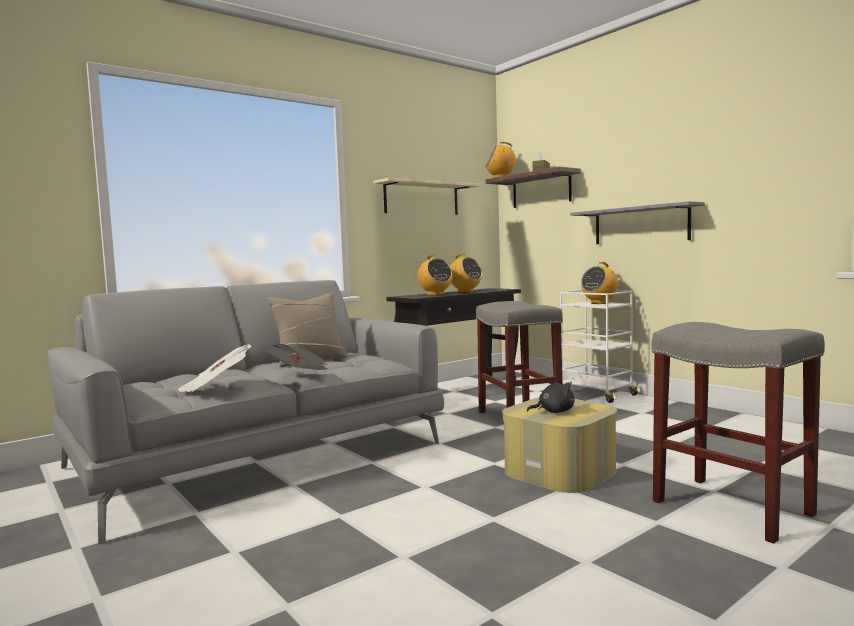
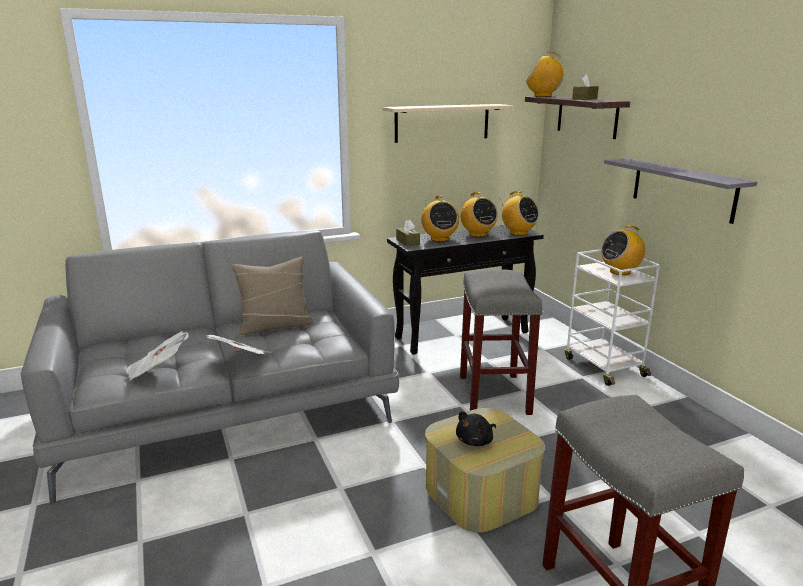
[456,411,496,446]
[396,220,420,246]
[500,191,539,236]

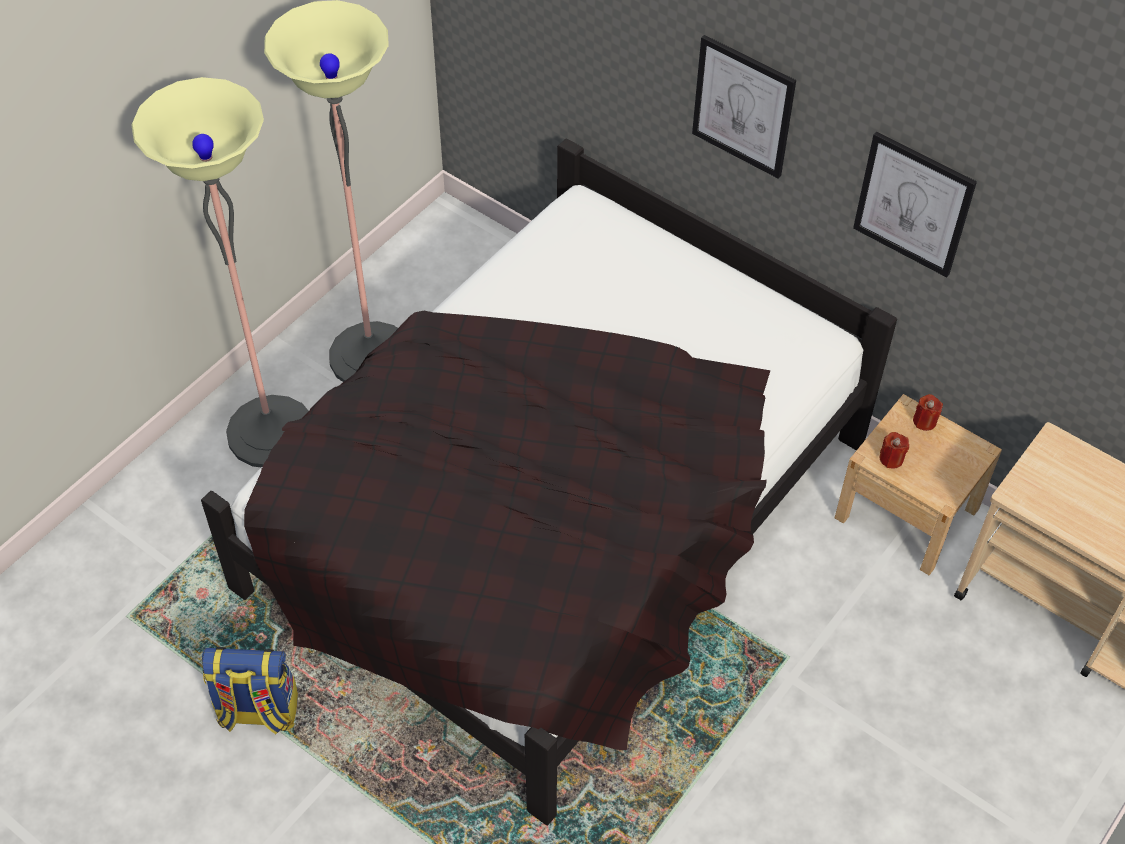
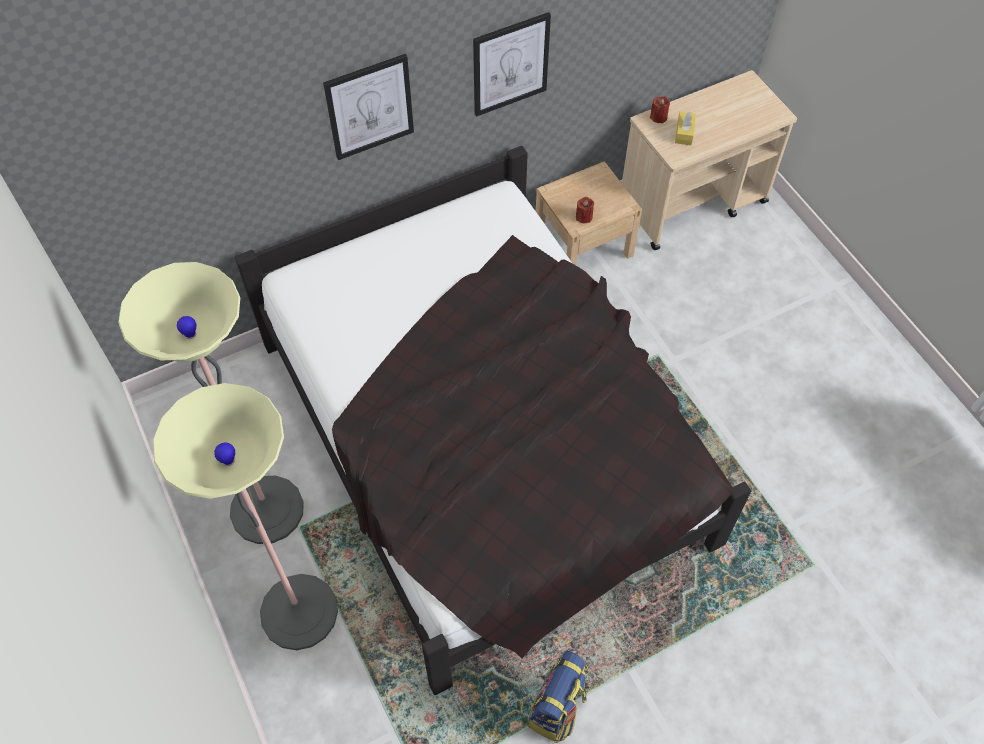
[650,96,670,123]
[675,111,696,145]

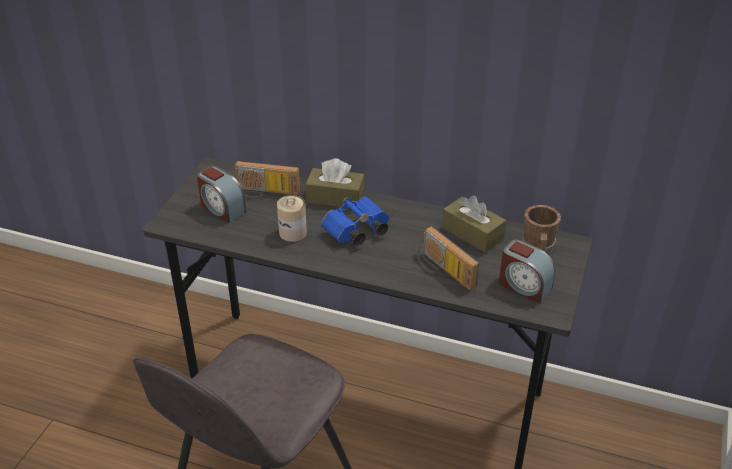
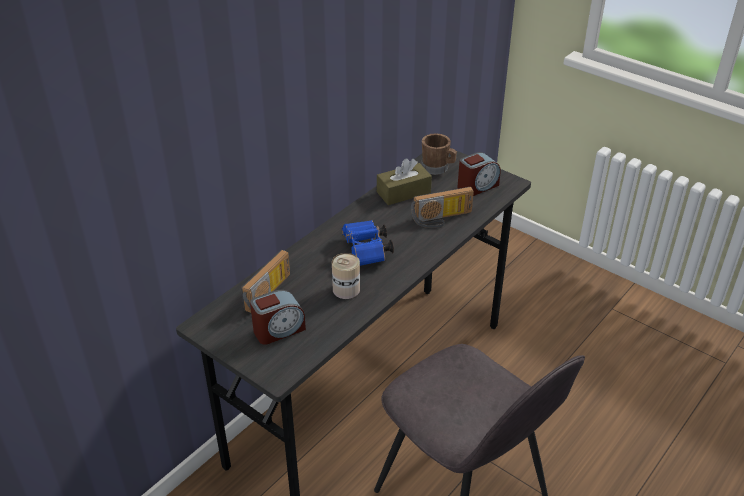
[306,158,365,208] (first image)

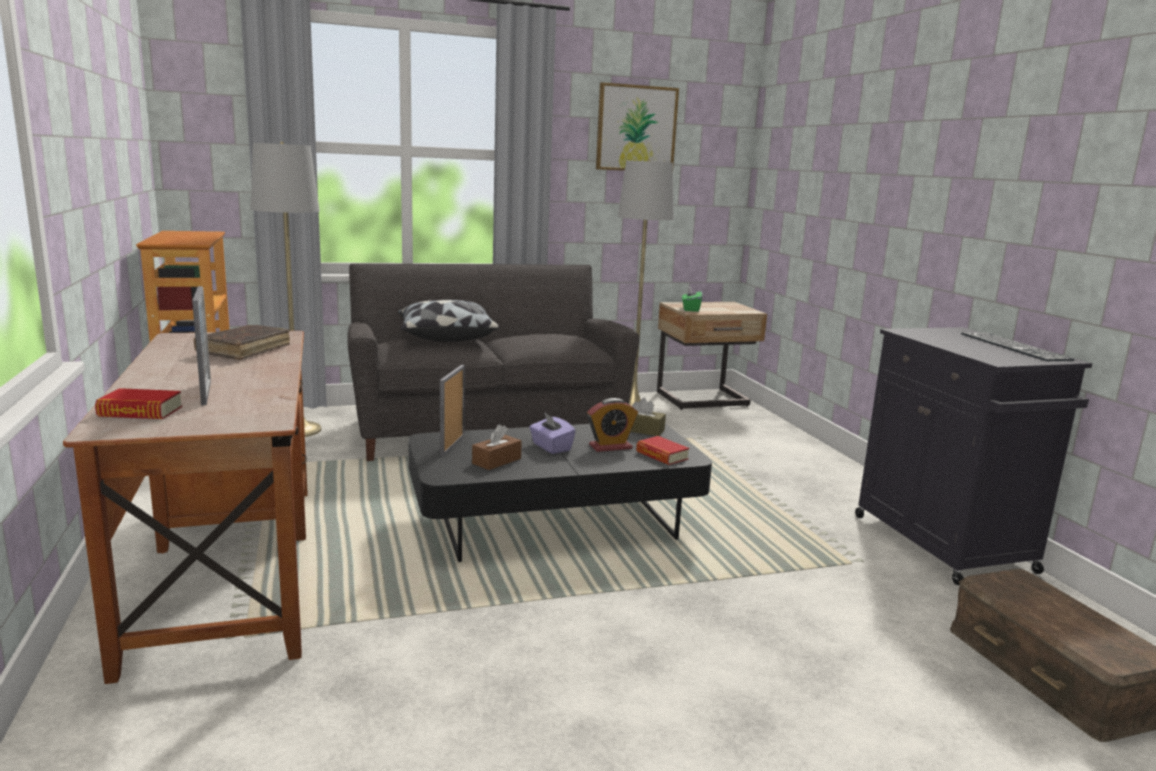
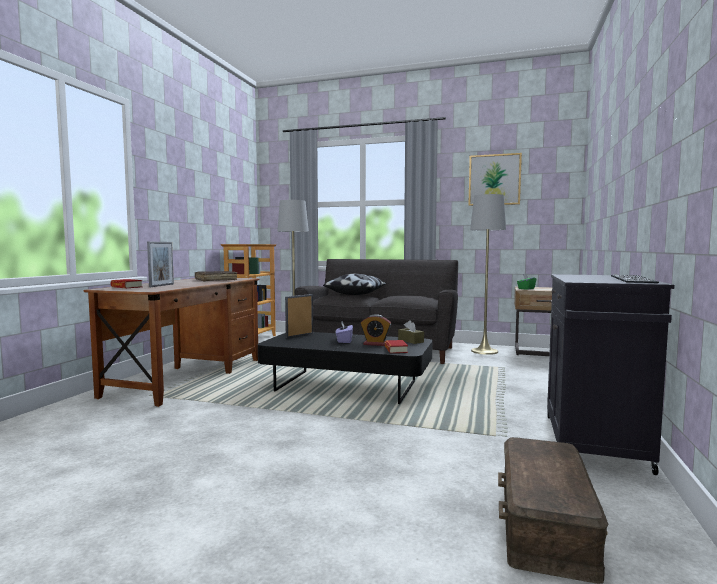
[472,424,522,470] (first image)

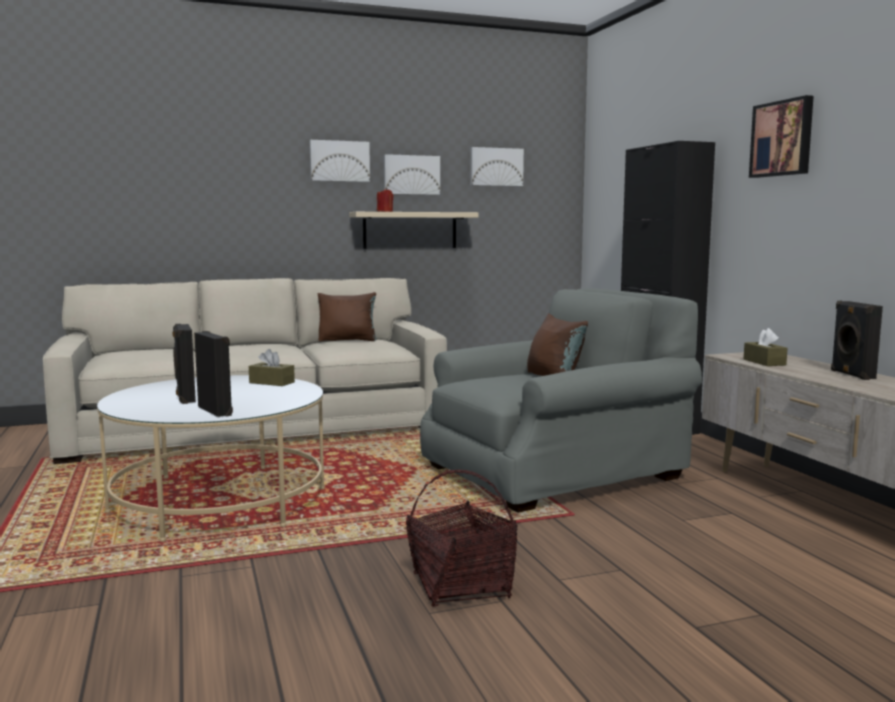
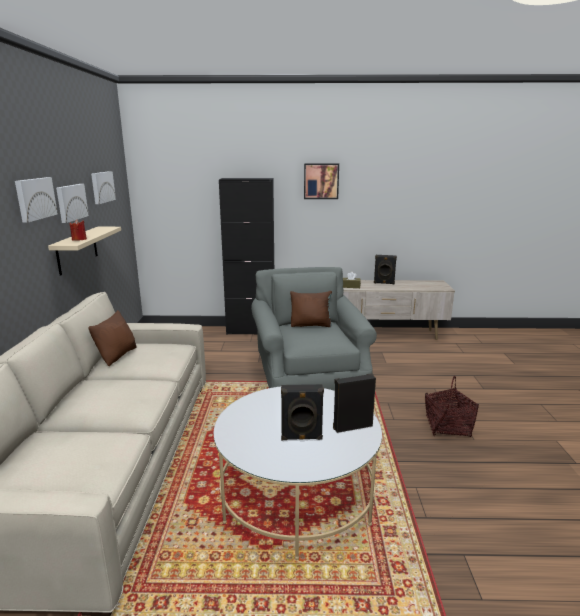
[249,349,295,386] (first image)

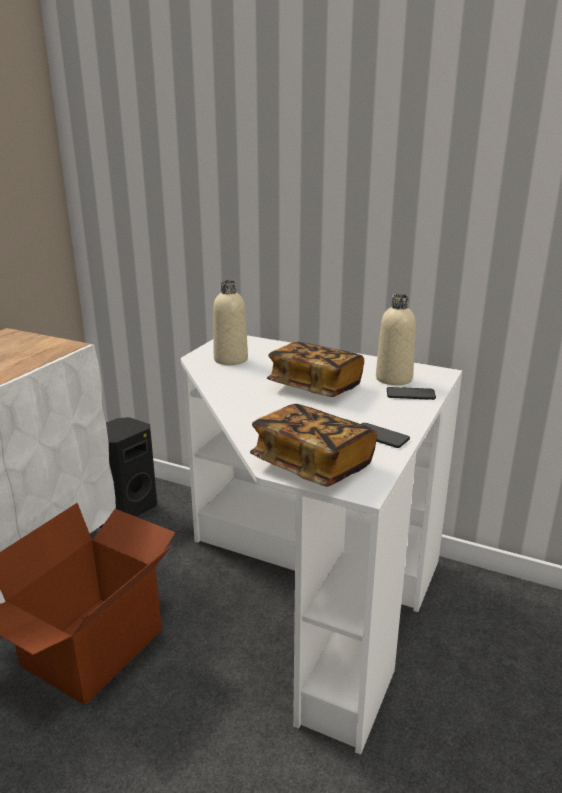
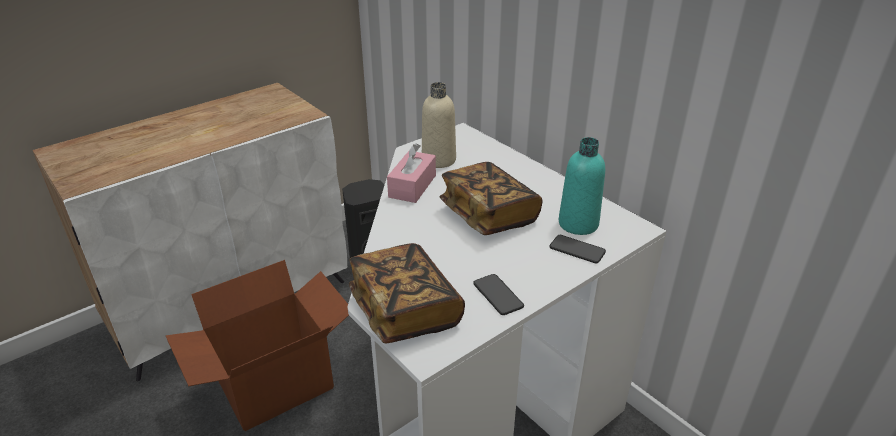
[559,137,605,235]
[387,143,436,203]

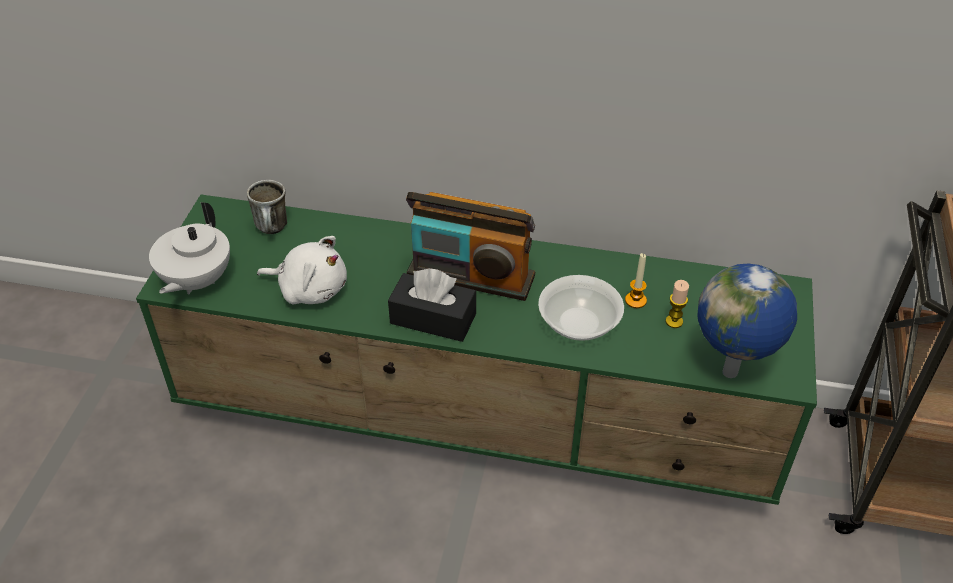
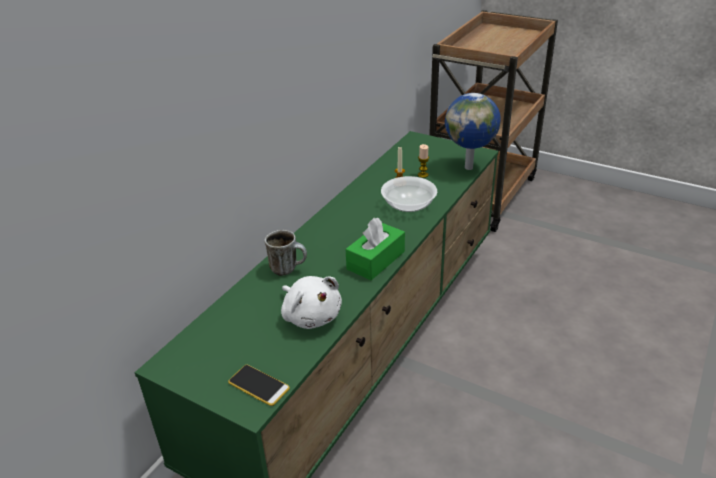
[228,365,290,406]
[265,230,307,276]
[281,276,342,329]
[346,218,405,280]
[406,192,535,301] (first image)

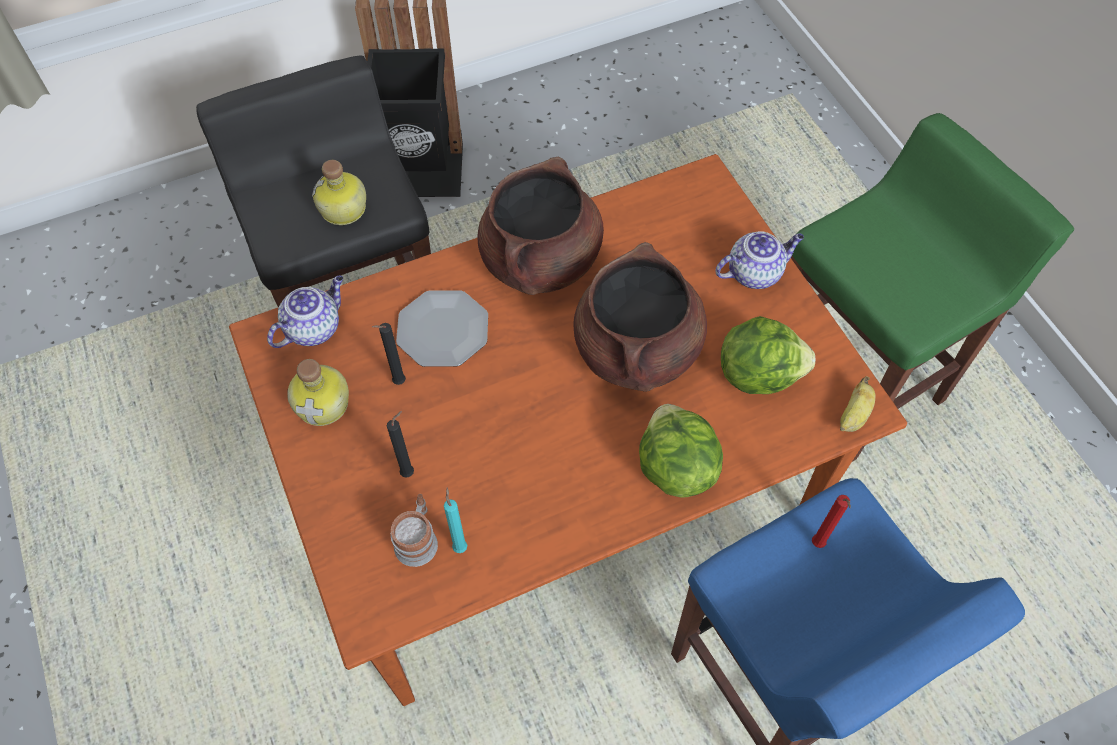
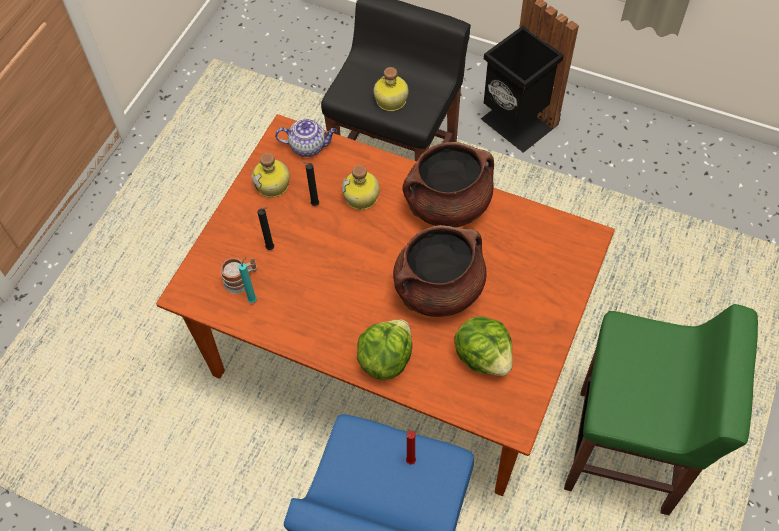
[342,165,380,210]
[715,231,804,289] (first image)
[840,376,876,432] (first image)

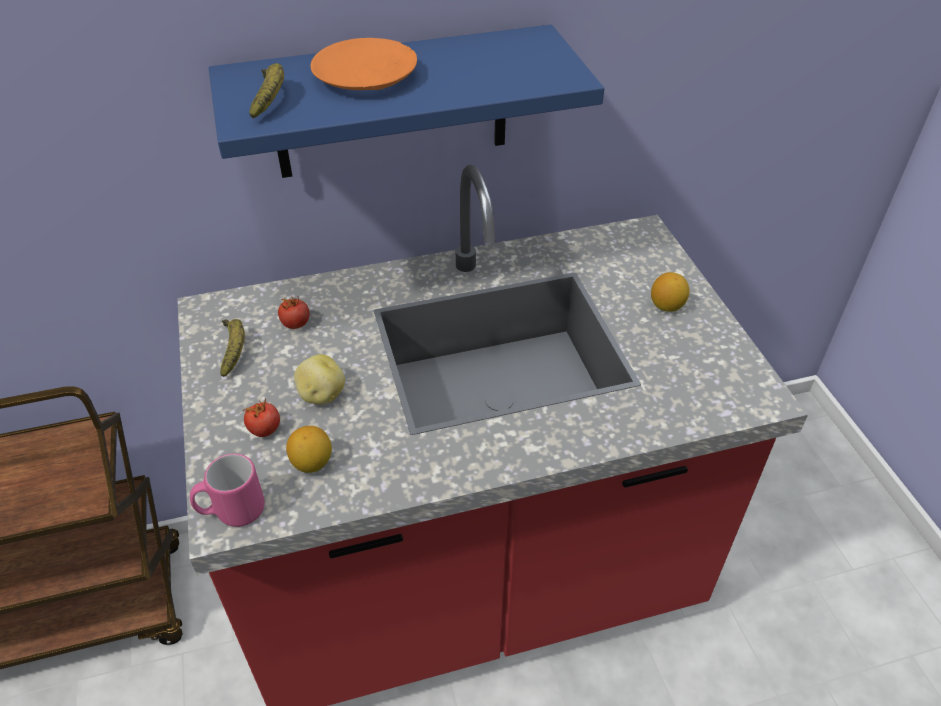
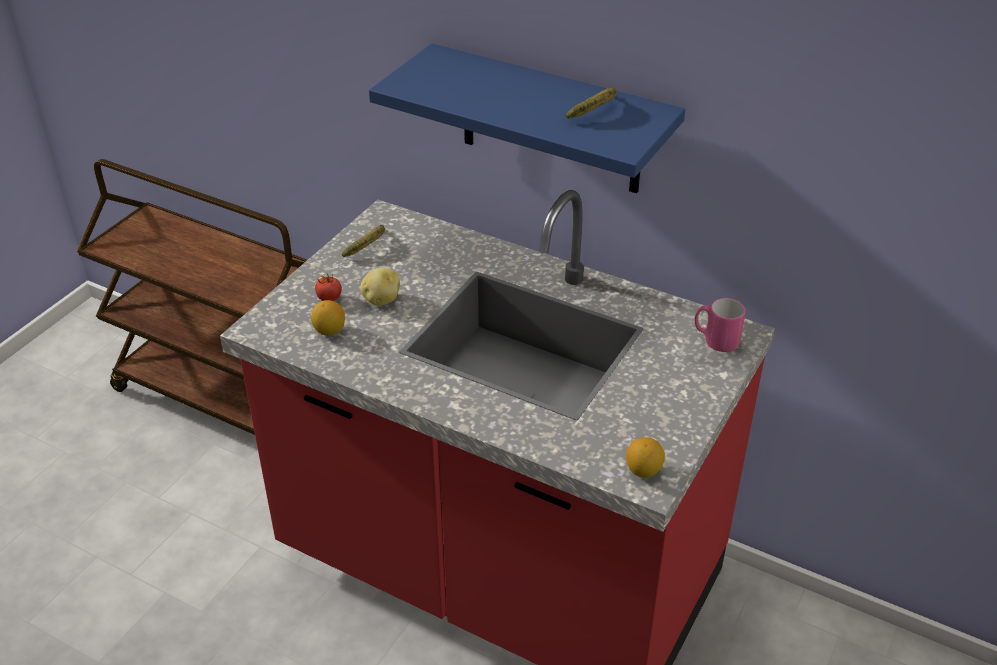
[695,298,746,352]
[566,88,617,119]
[278,295,310,329] (first image)
[311,38,417,90] (first image)
[626,437,665,478]

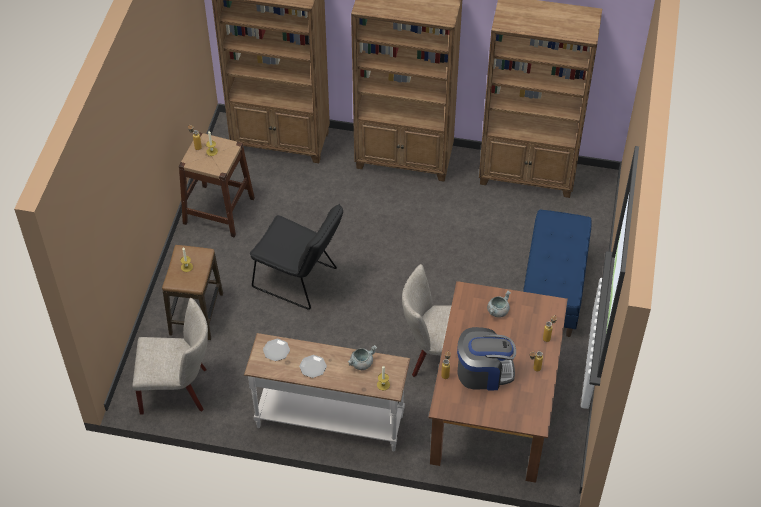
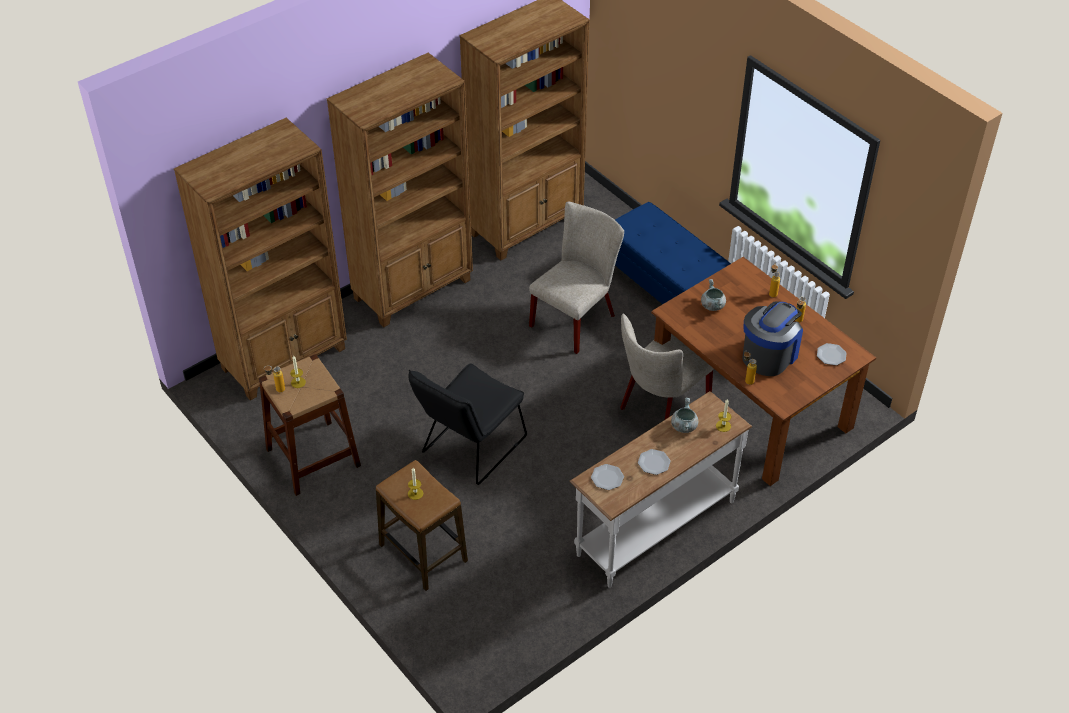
[529,201,624,354]
[409,364,527,485]
[817,343,846,365]

